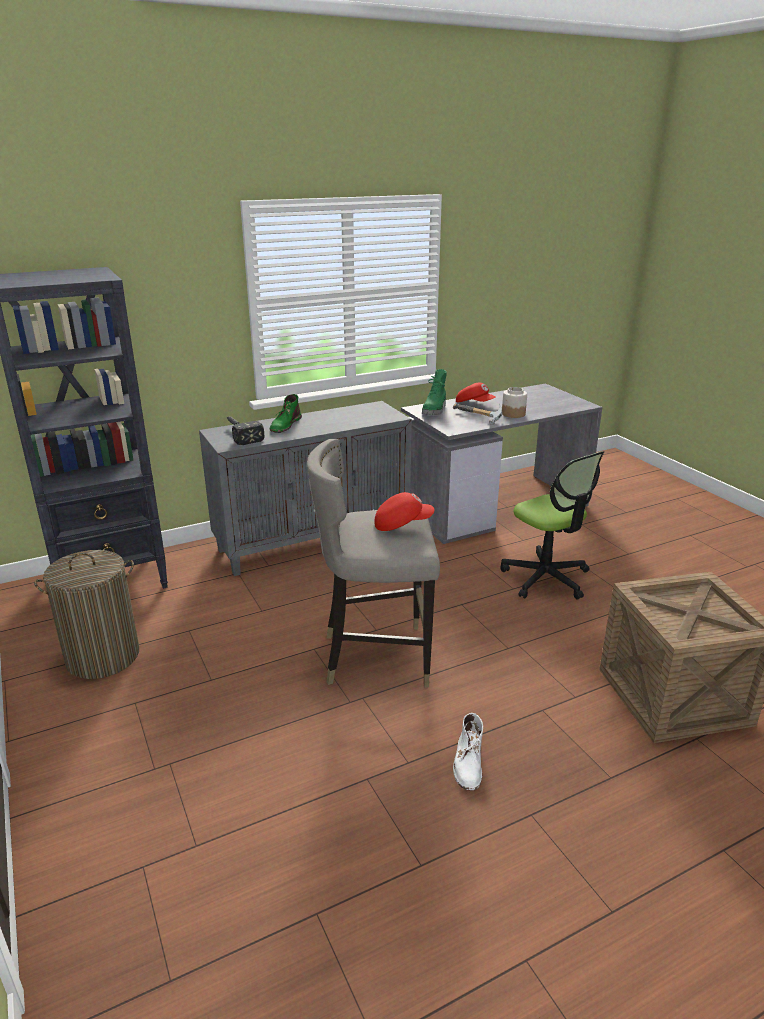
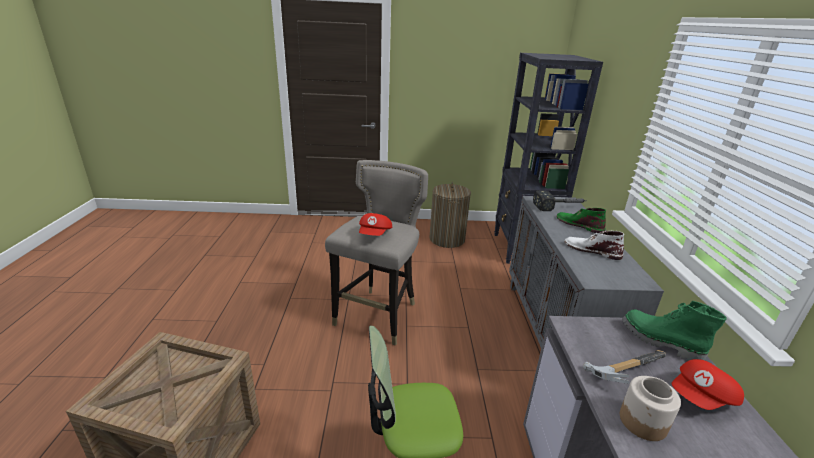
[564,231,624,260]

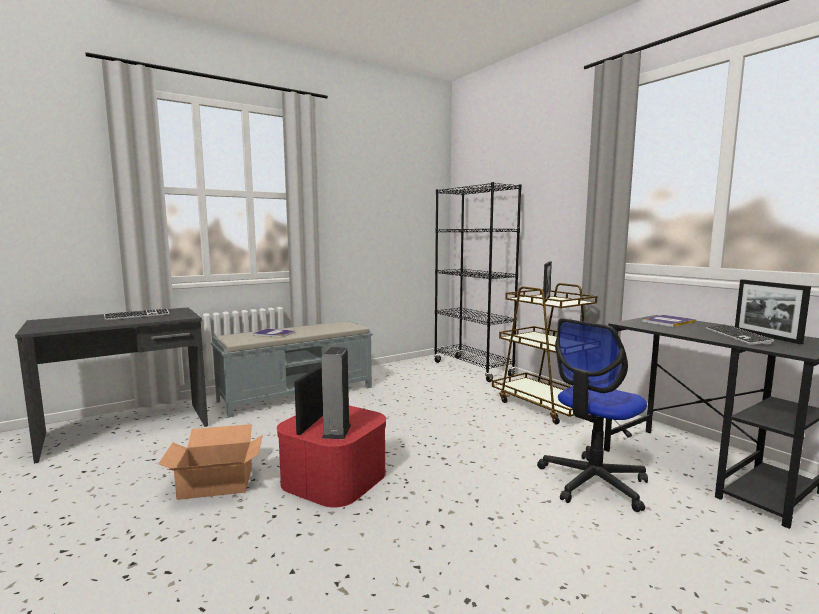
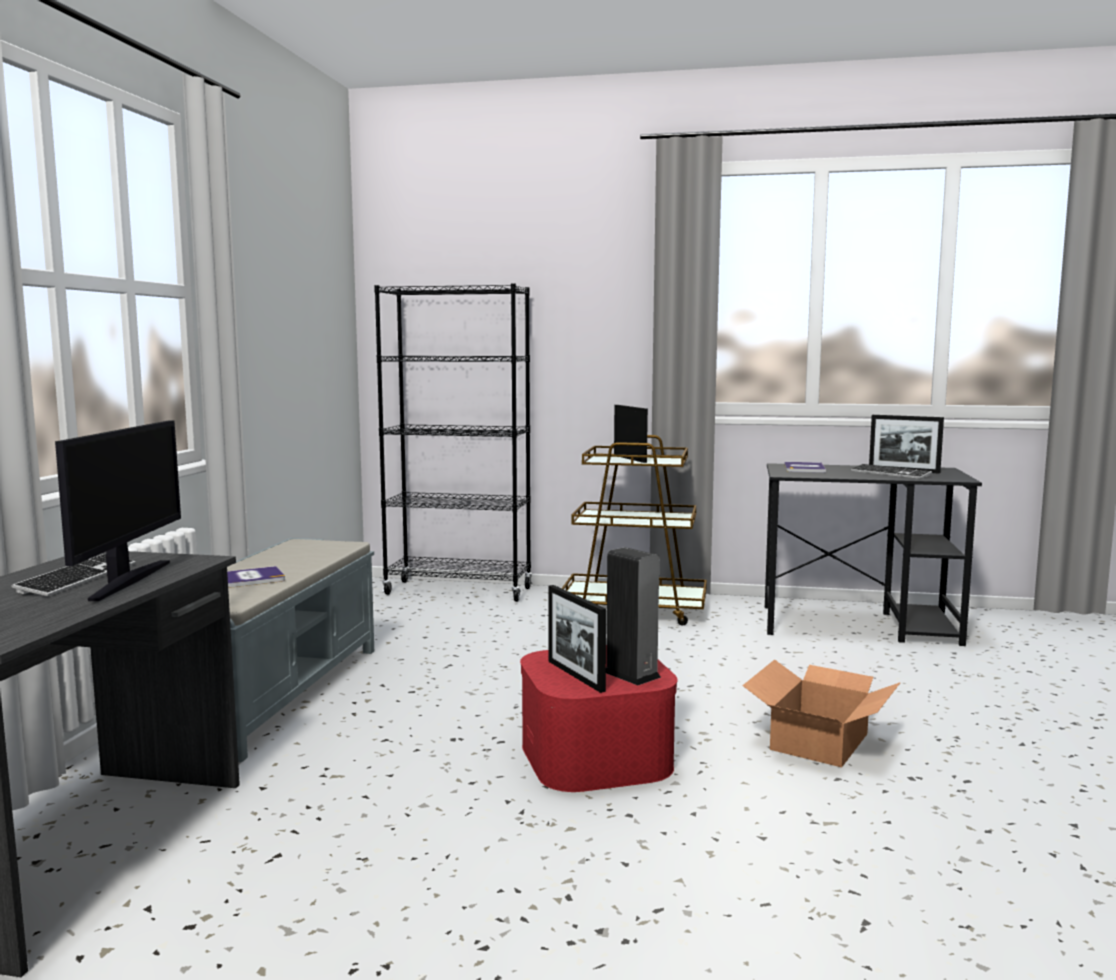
[742,659,901,767]
[537,318,648,512] (first image)
[55,420,181,601]

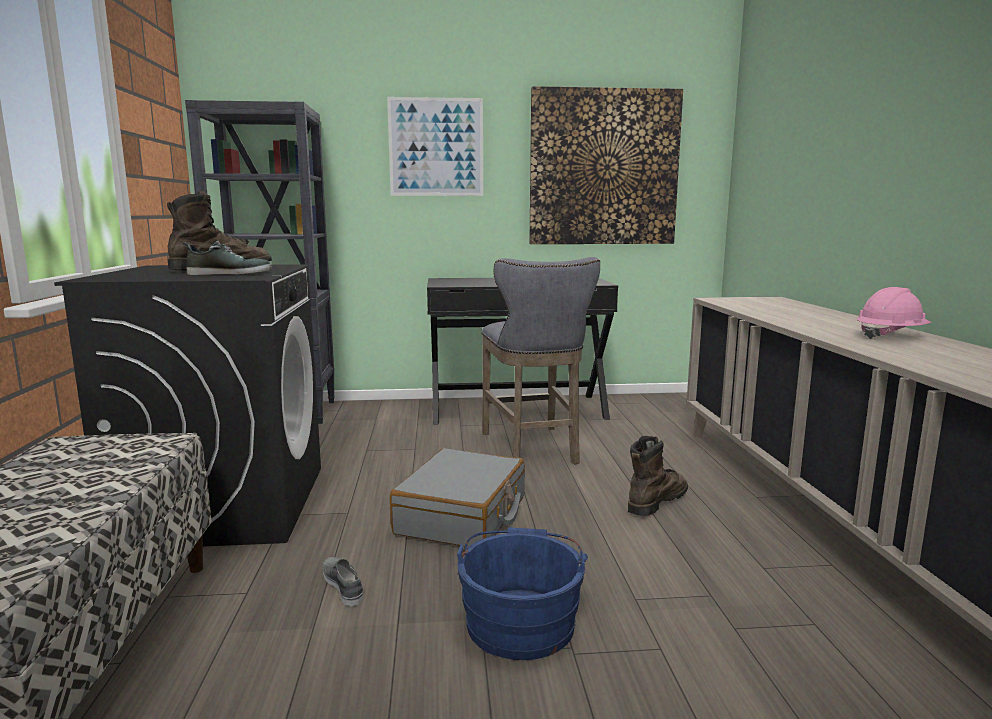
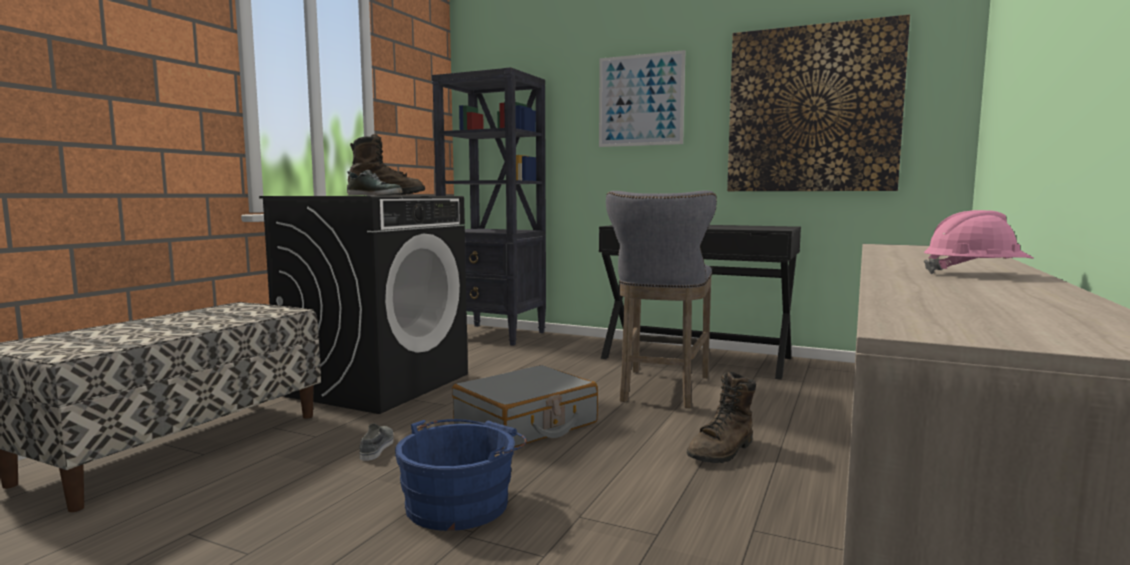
[687,372,756,463]

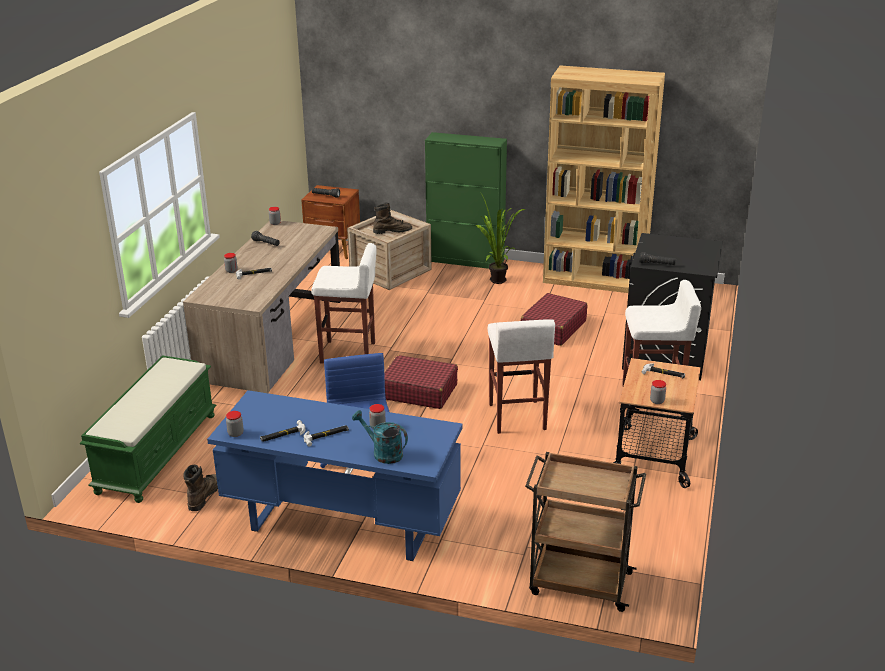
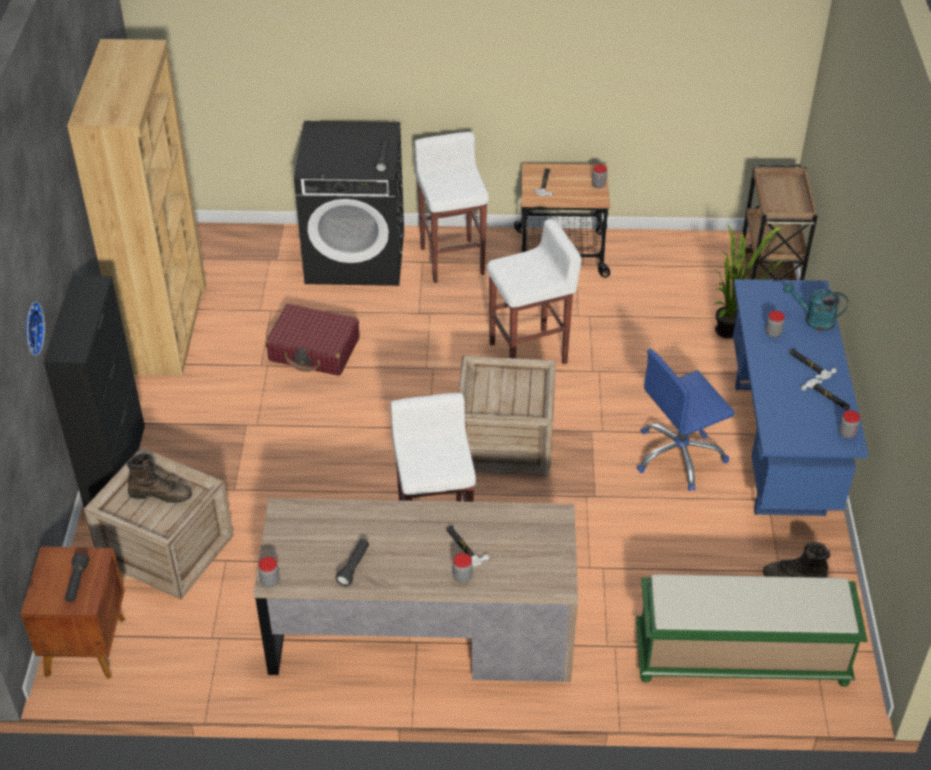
[783,282,848,331]
[126,454,192,503]
[458,356,556,476]
[43,276,145,508]
[713,224,784,339]
[26,301,45,356]

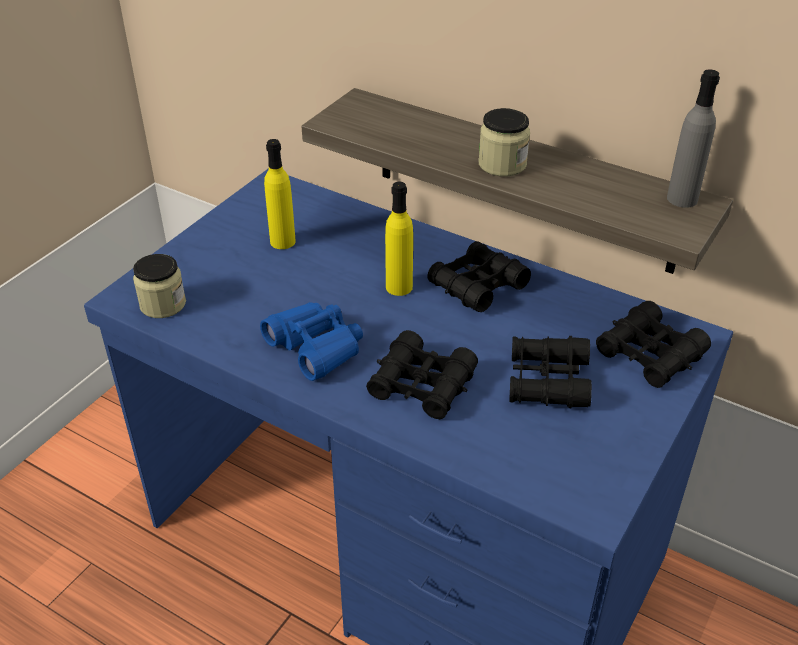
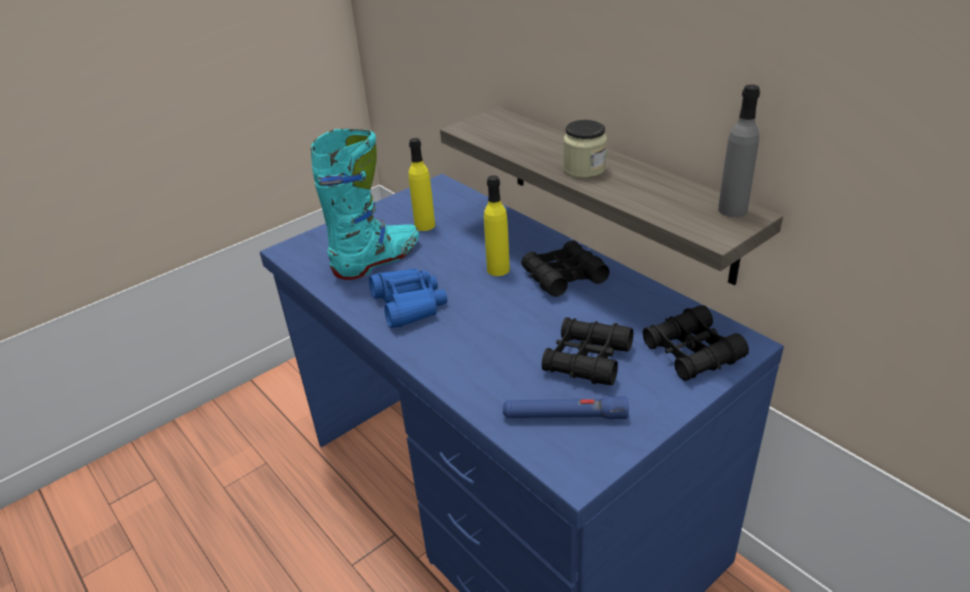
[133,254,186,318] (first image)
[366,330,478,419] (first image)
[311,129,419,280]
[503,396,629,419]

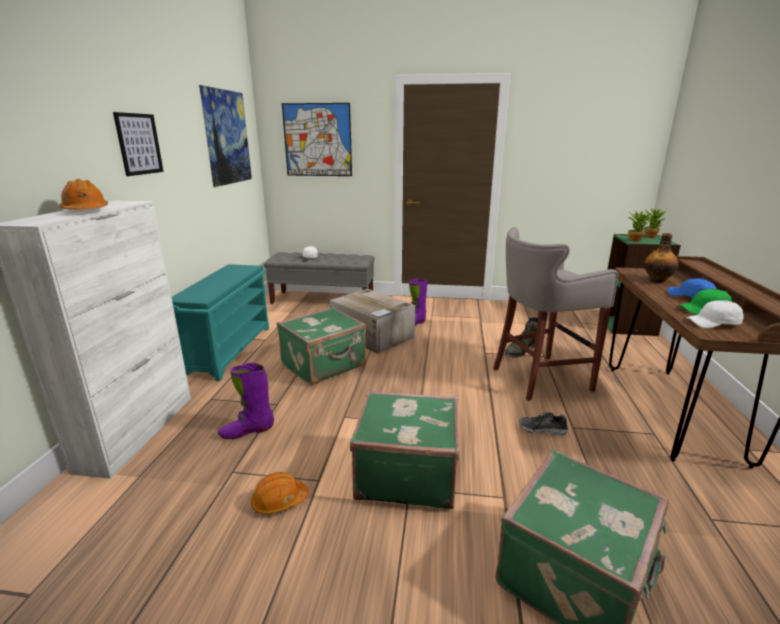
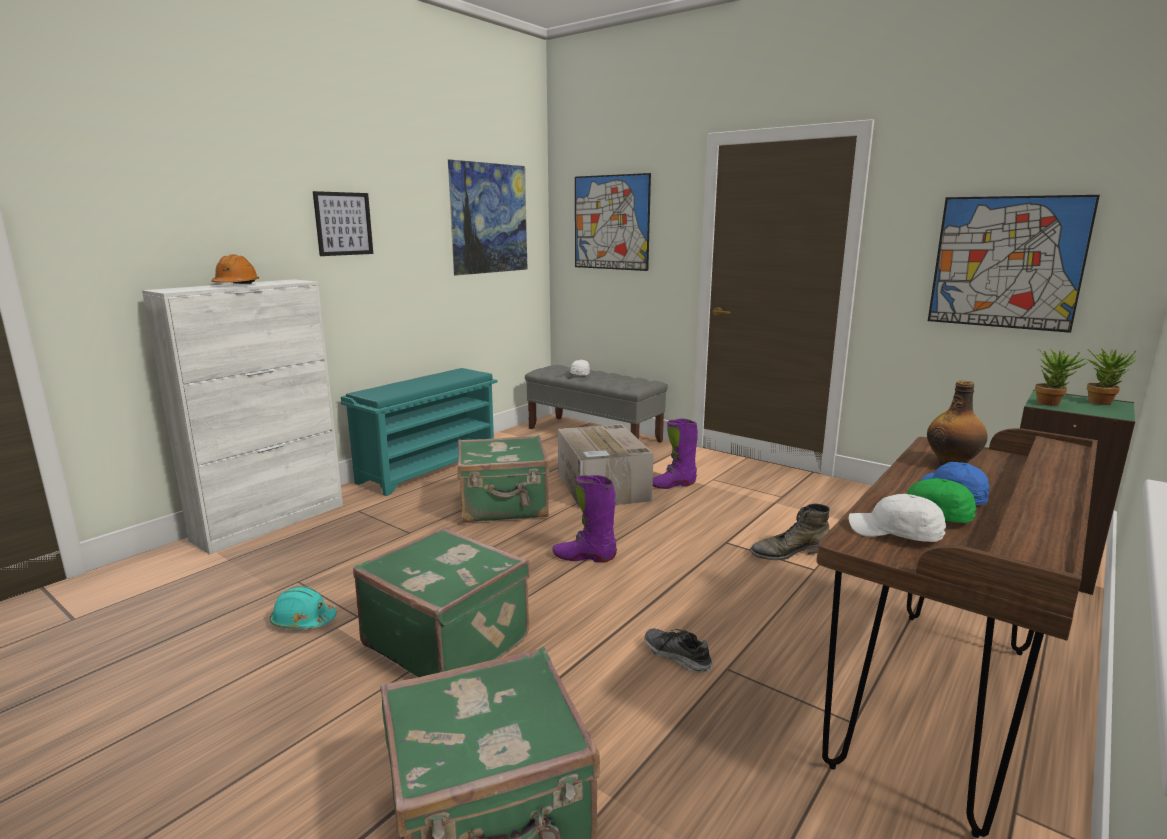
[552,475,617,563]
[270,586,337,629]
[493,227,618,401] (first image)
[928,195,1100,333]

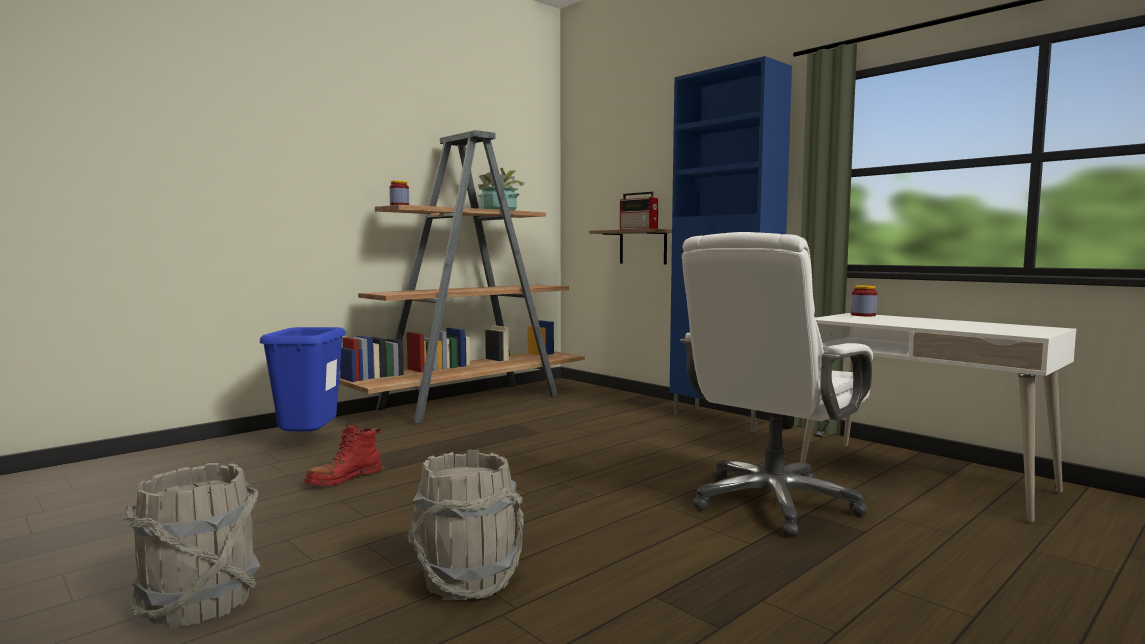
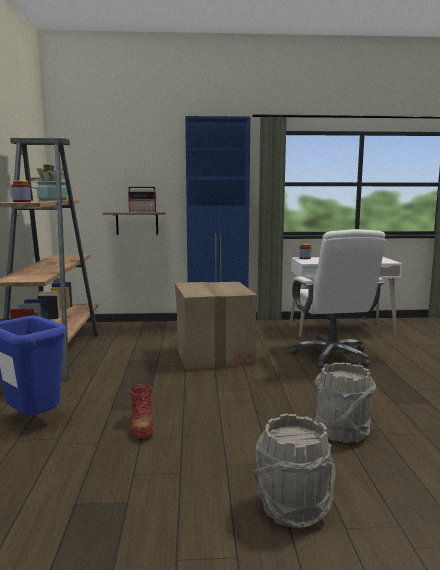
[175,282,257,370]

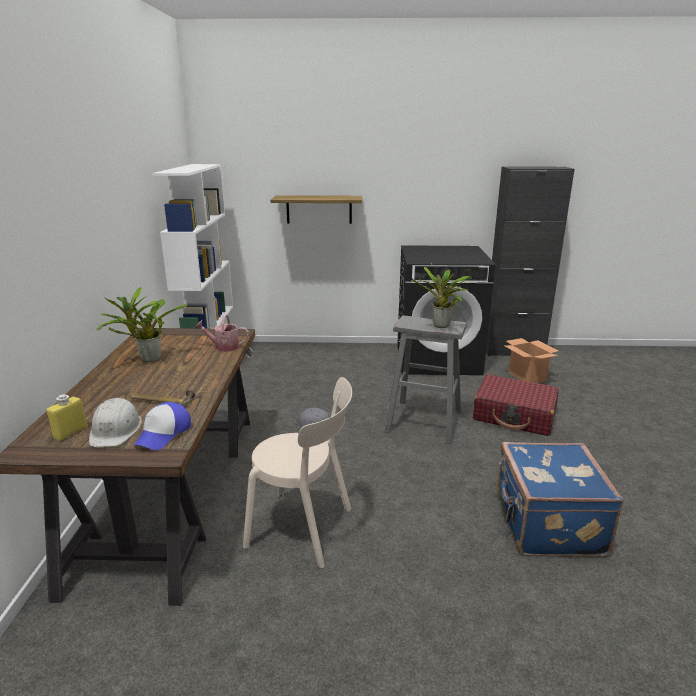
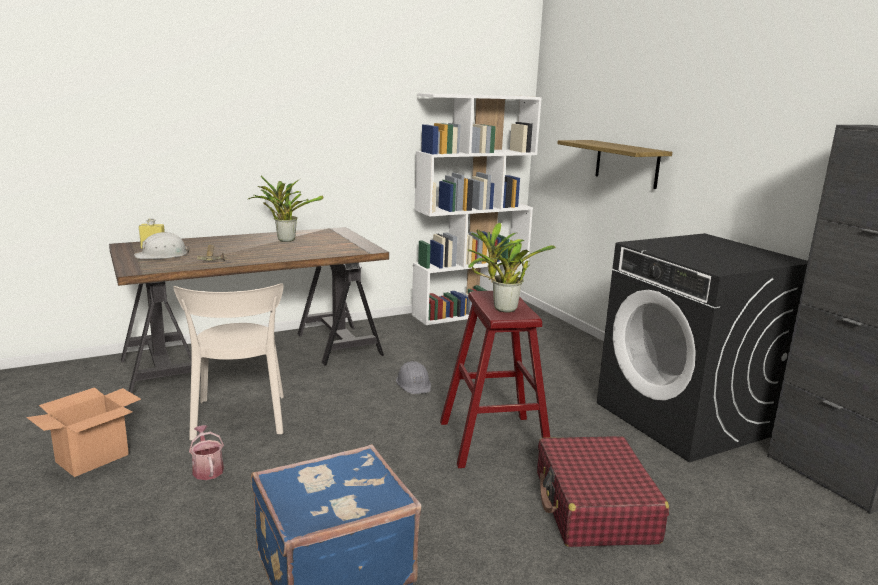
[134,402,191,450] (first image)
[189,425,224,480]
[440,291,550,468]
[26,387,141,477]

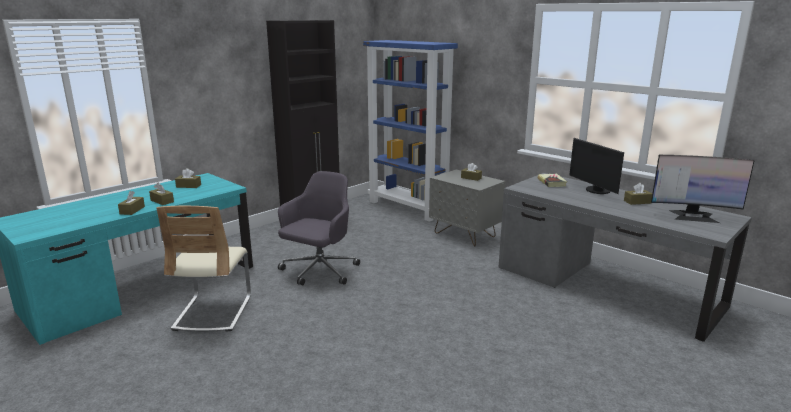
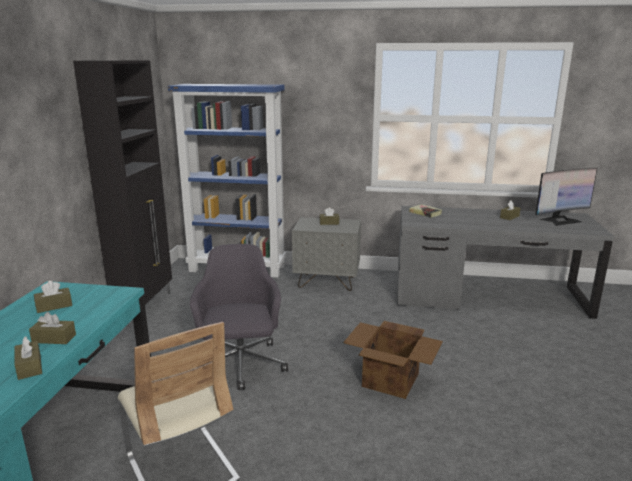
[569,138,624,194] (first image)
[343,321,443,399]

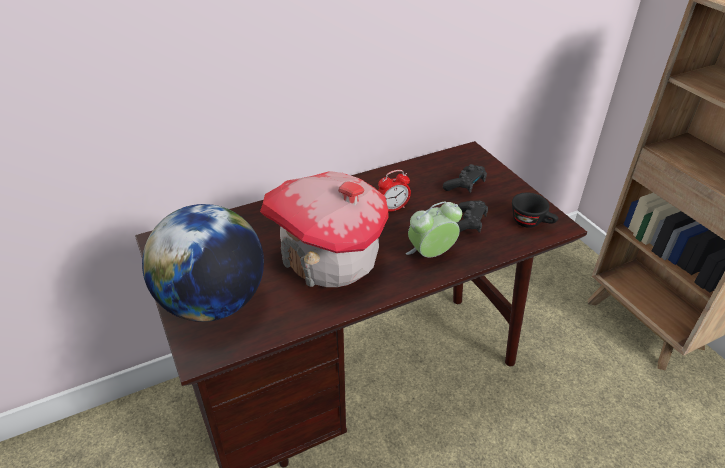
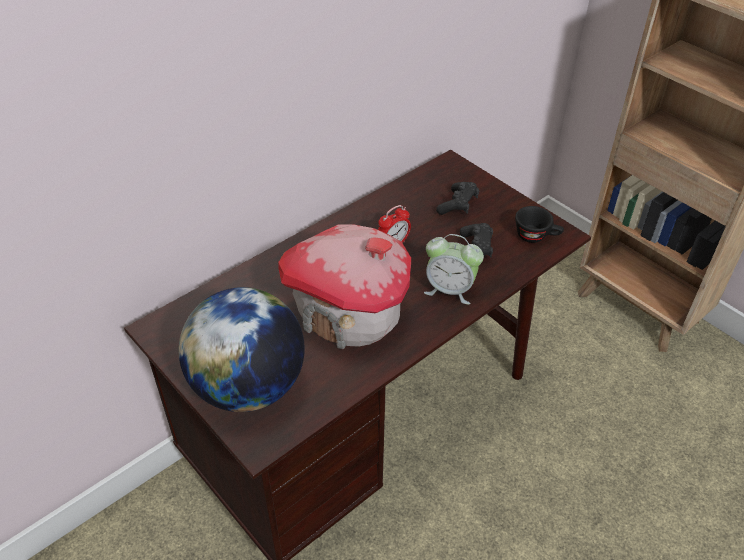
[424,234,484,305]

